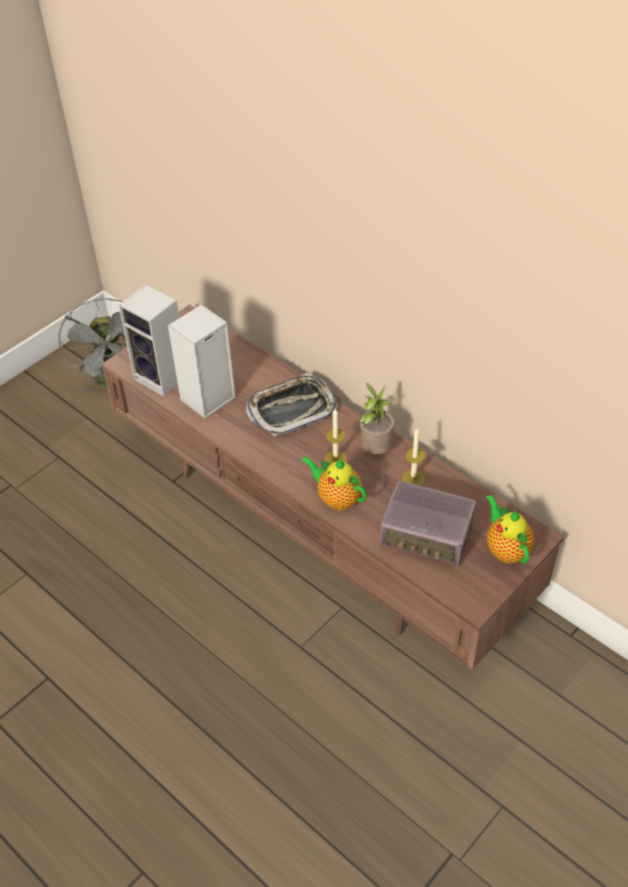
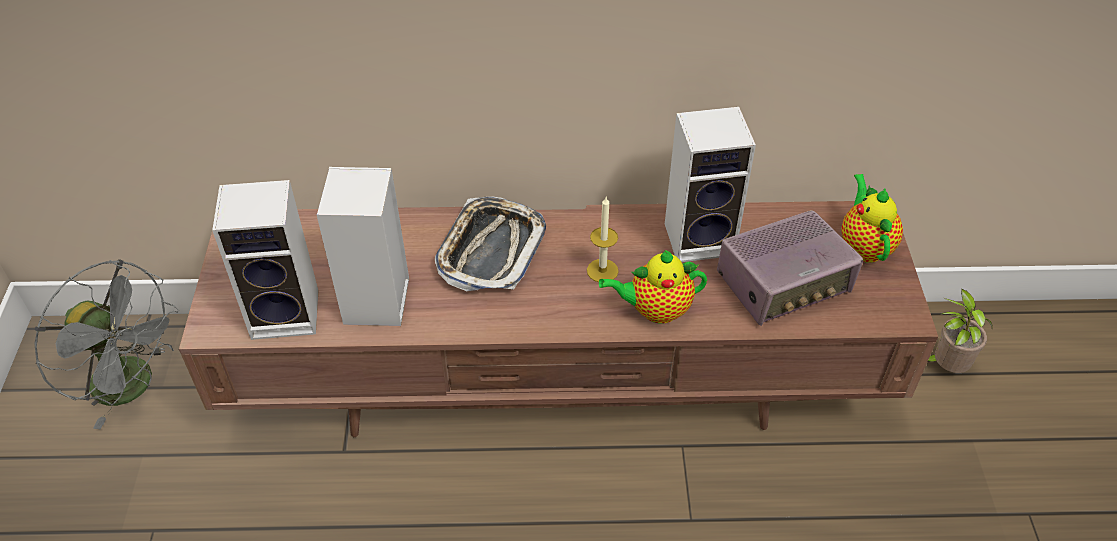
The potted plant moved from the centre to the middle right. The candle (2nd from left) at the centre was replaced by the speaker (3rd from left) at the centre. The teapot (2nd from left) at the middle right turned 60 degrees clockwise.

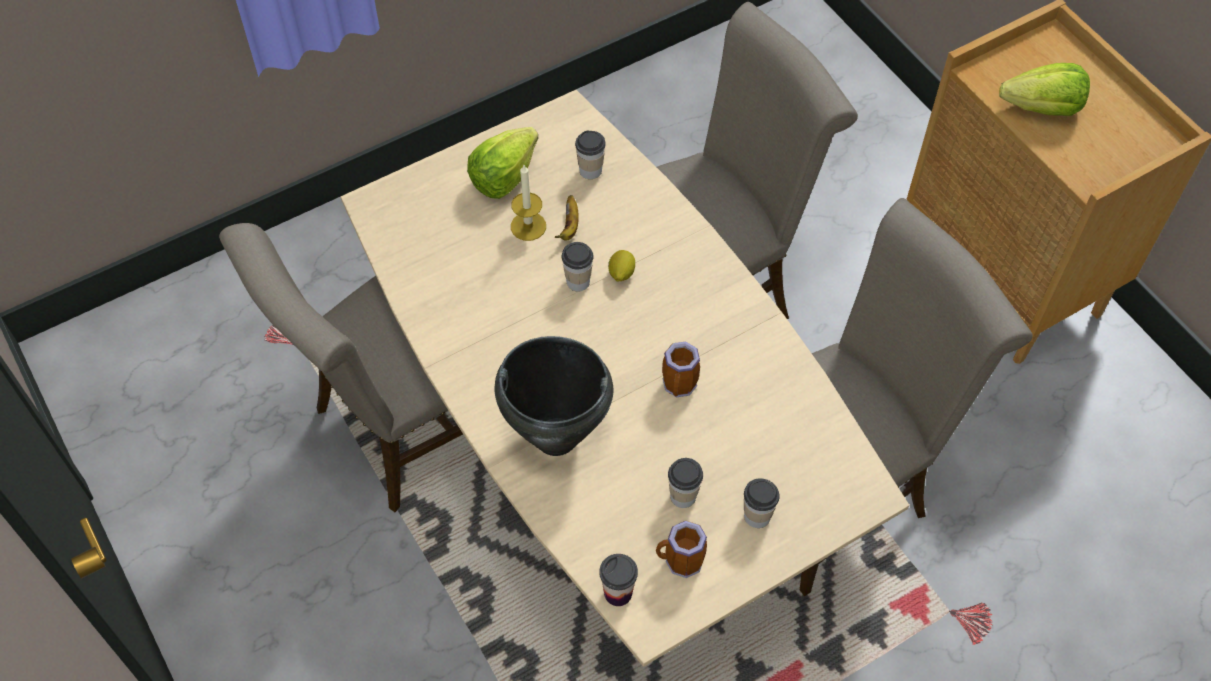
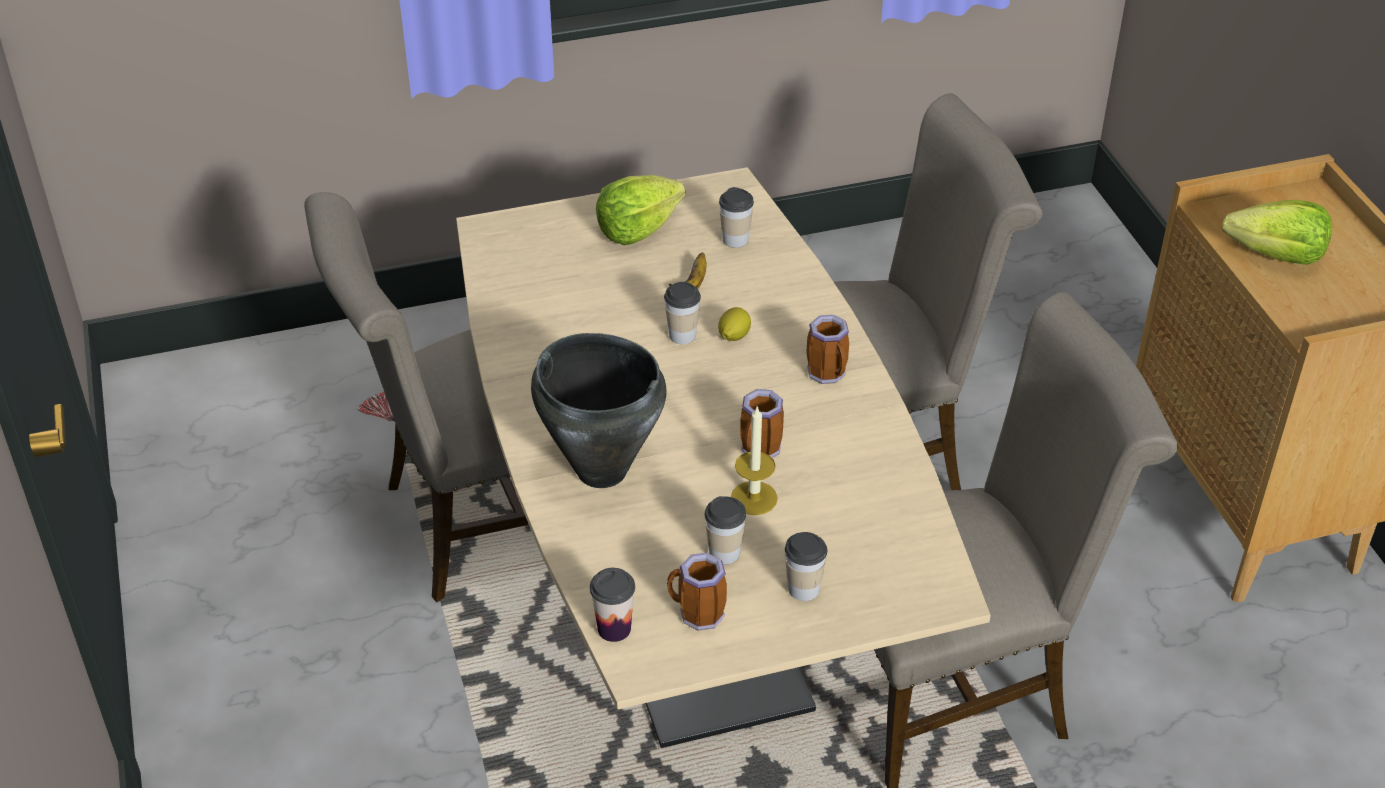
The mug (3rd from left) at the centre appeared. The candle moved from the top centre to the centre.

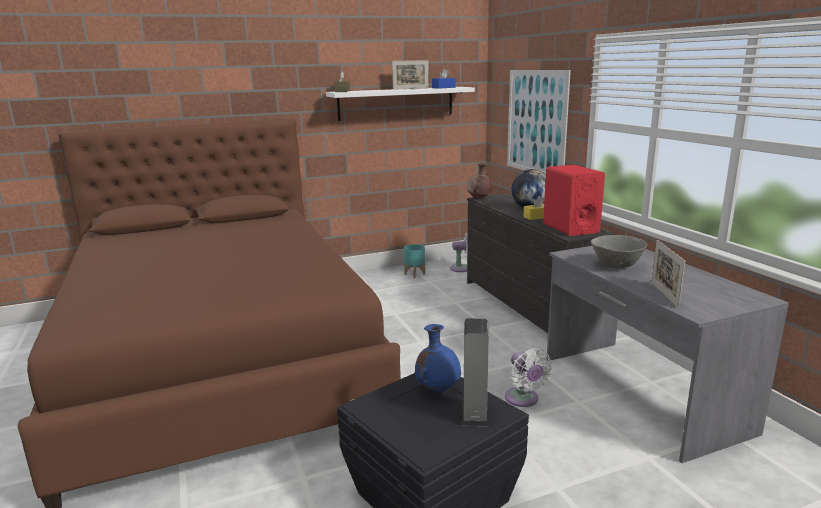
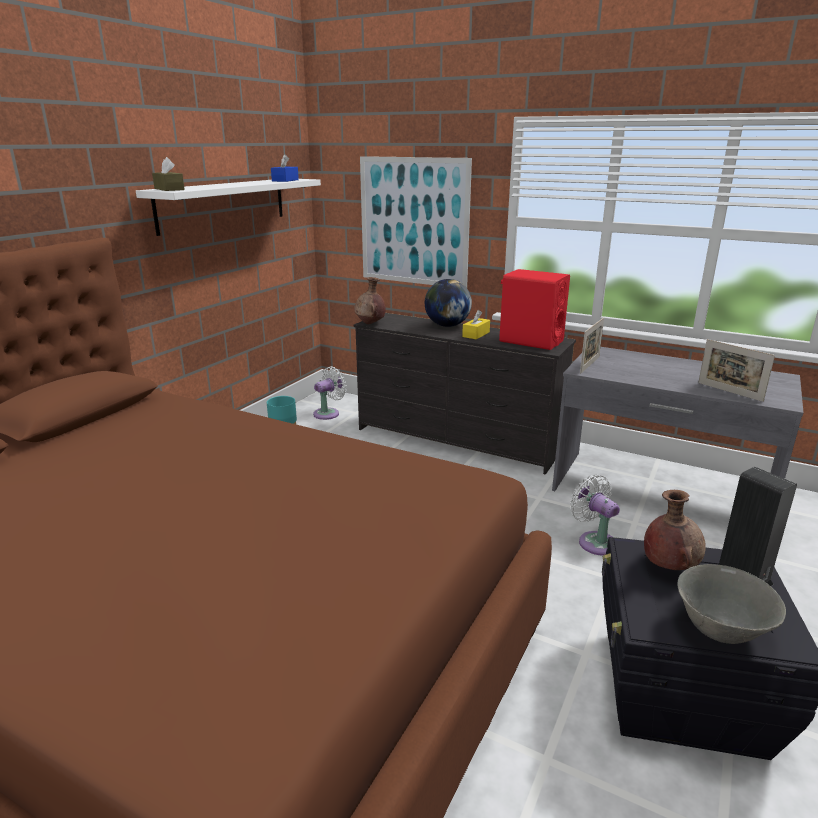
The picture frame (1st from left) moved from the top centre to the middle right. The bowl in grey moved from the middle right to the bottom right. The vase in blue at the bottom centre became the vase in brown (2nd from left) at the middle right. The fan in white (2nd from left) at the bottom centre turned 150 degrees counterclockwise.

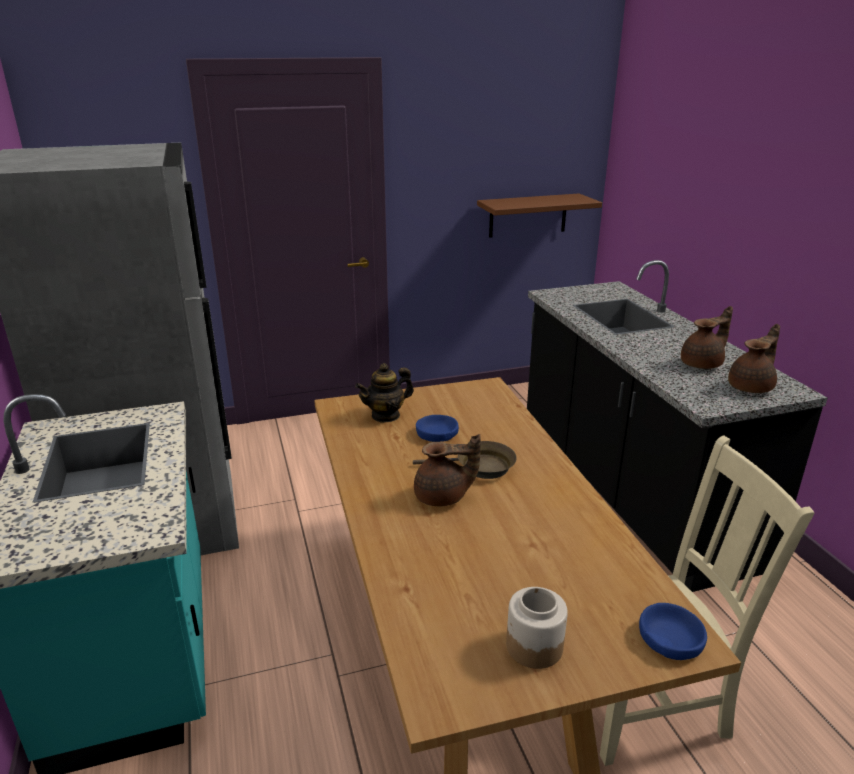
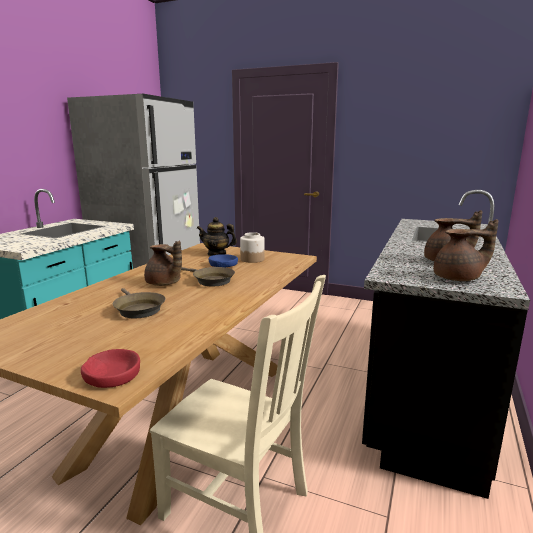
The shelf in brown at the top centre disappeared. The frying pan in brown (1st from left) at the middle left appeared. The jar moved from the bottom centre to the centre. The bowl in blue (2nd from left) at the bottom right became the bowl in red at the bottom left.

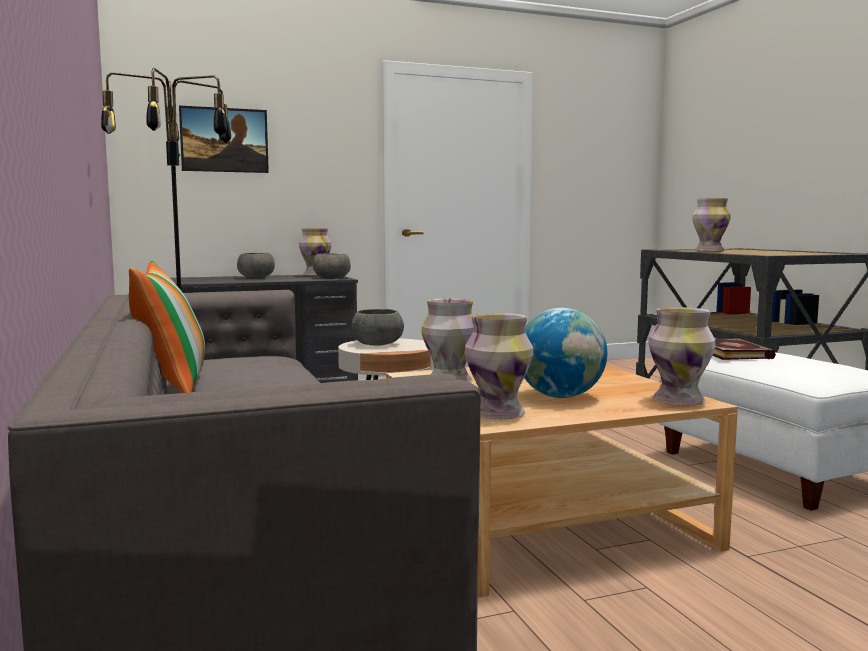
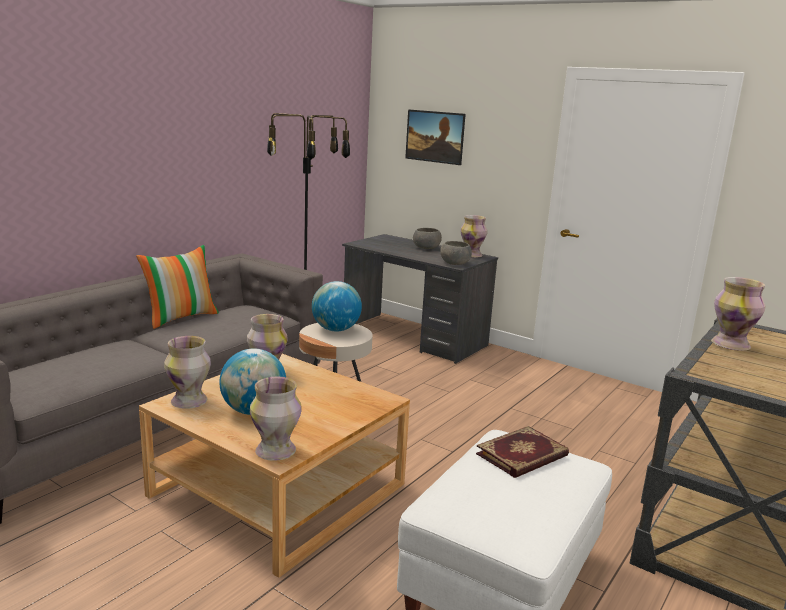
The bowl in grey (3rd from left) at the centre was replaced by the globe (2nd from left) at the centre.

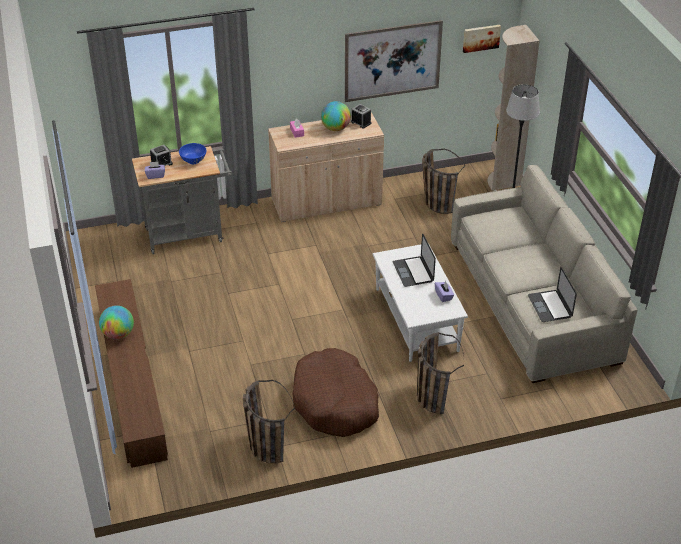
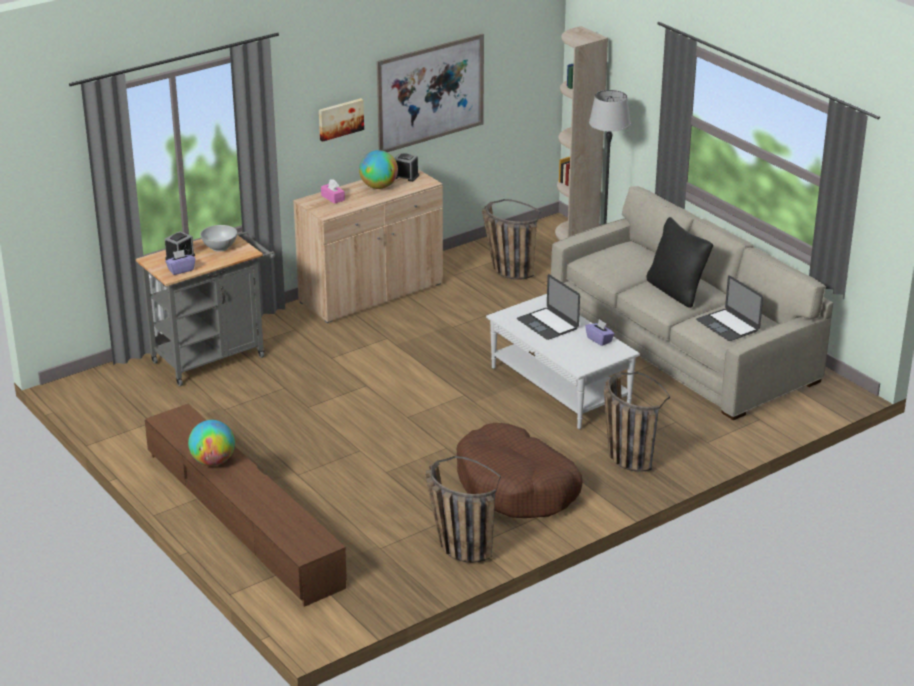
The pillow in black at the middle right appeared. The picture (2nd from left in the first image) moved from the top right to the top centre. The bowl in blue at the top left became the bowl in white at the middle left.

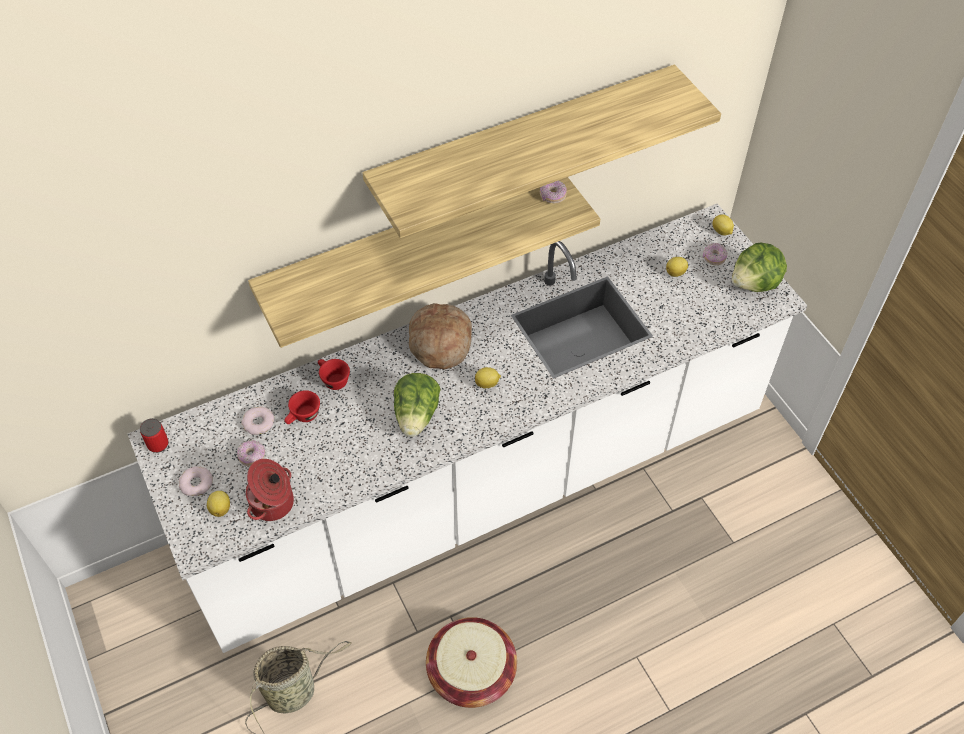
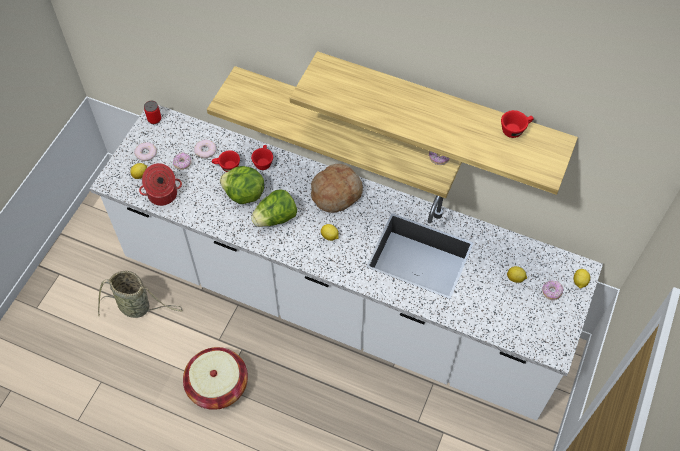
The cup in red (3rd from left) at the top right appeared. The lettuce (2nd from left in the first image) moved from the middle right to the centre.

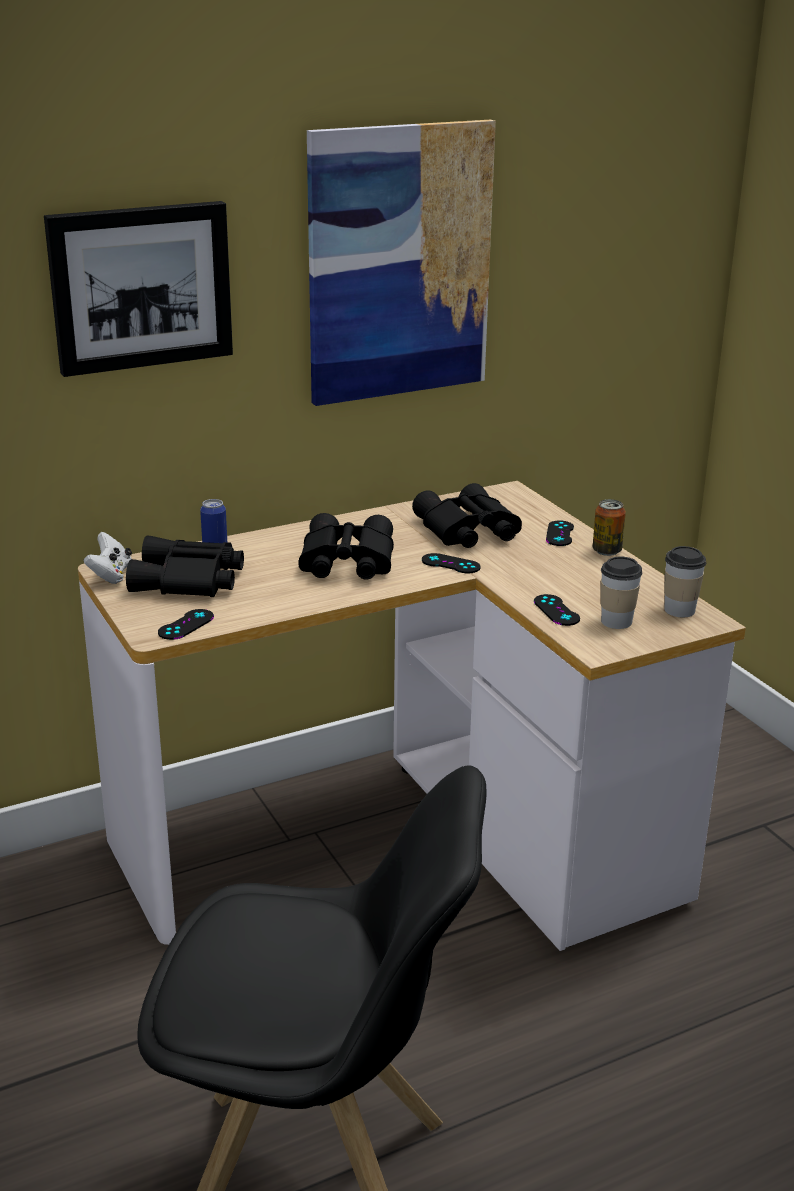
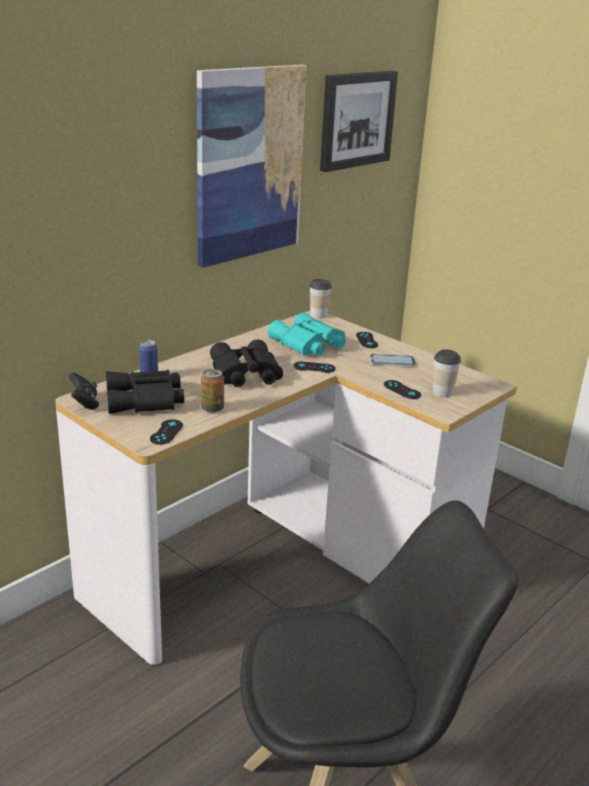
The phone at the centre appeared. The picture (1st from left in the first image) moved from the top left to the top centre. The can (2nd from left) moved from the middle right to the centre. The cup (2nd from left in the first image) moved from the middle right to the centre. The game controller in white at the middle left became the game controller in black (1st from left) at the middle left. The binoculars in black (3rd from left) at the centre became the binoculars in turquoise at the centre.

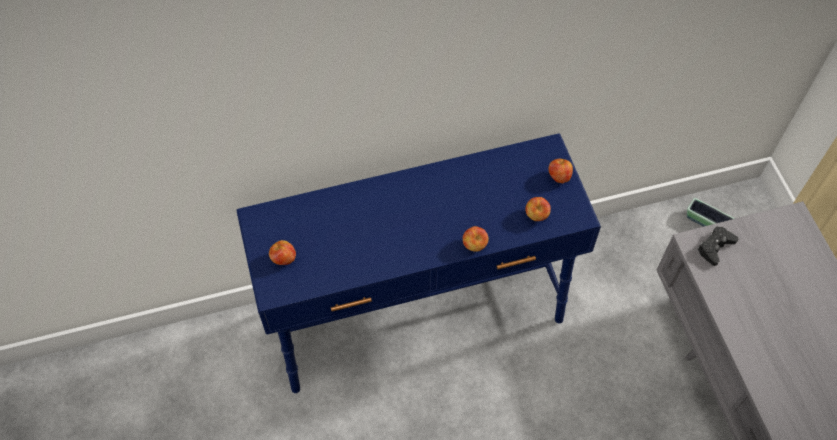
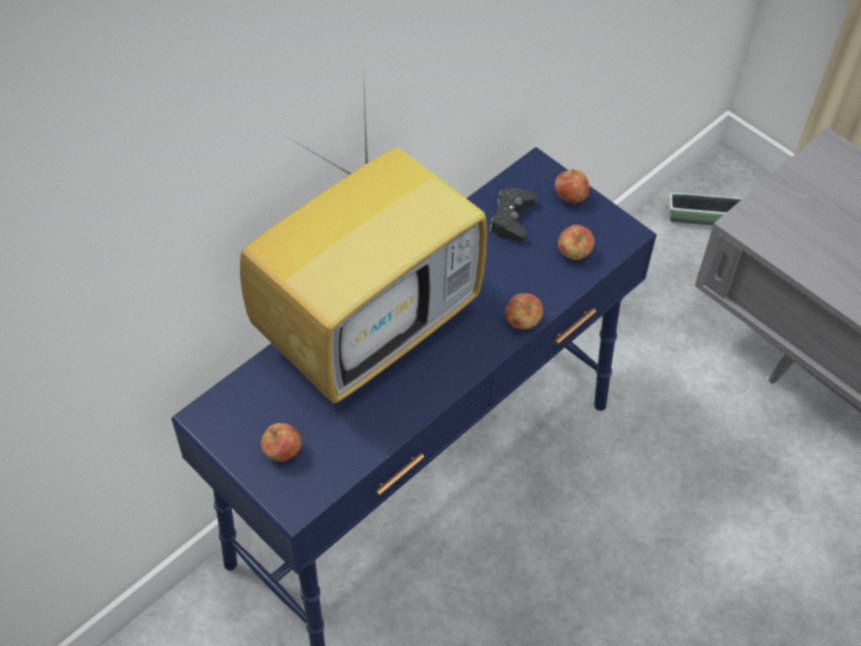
The television at the centre appeared. The game controller in black moved from the middle right to the top centre.

